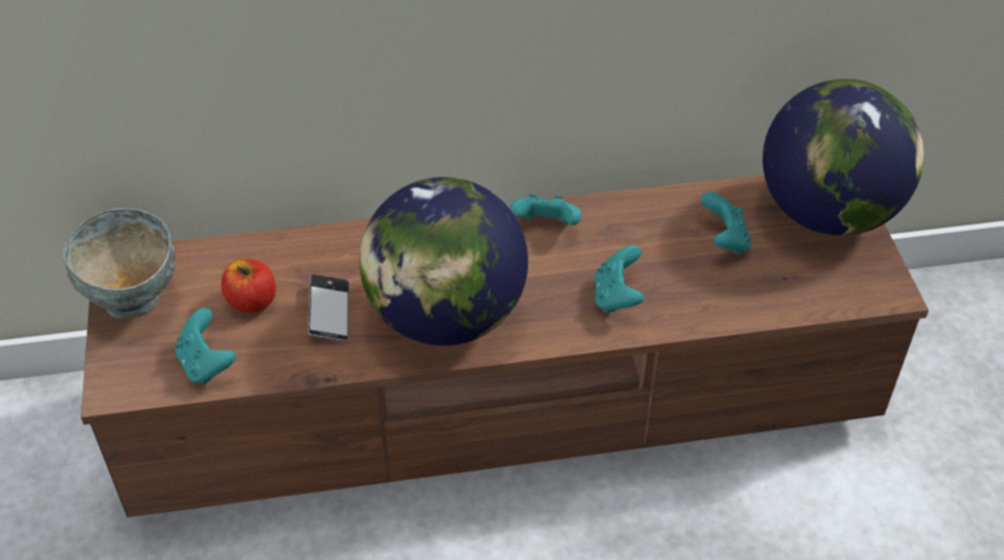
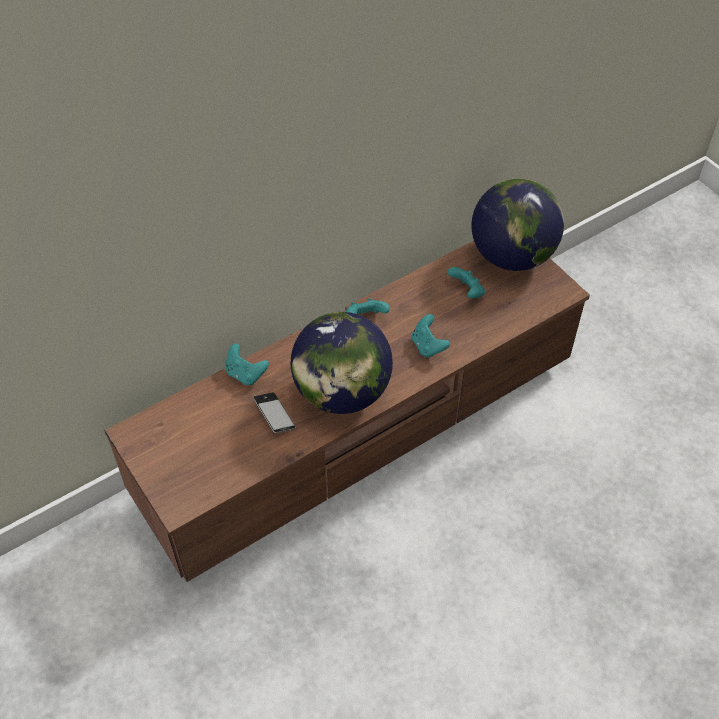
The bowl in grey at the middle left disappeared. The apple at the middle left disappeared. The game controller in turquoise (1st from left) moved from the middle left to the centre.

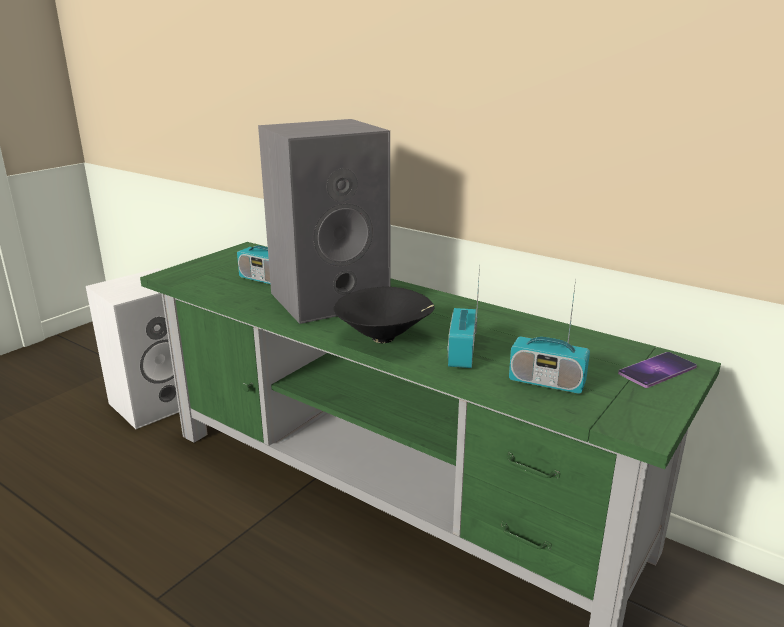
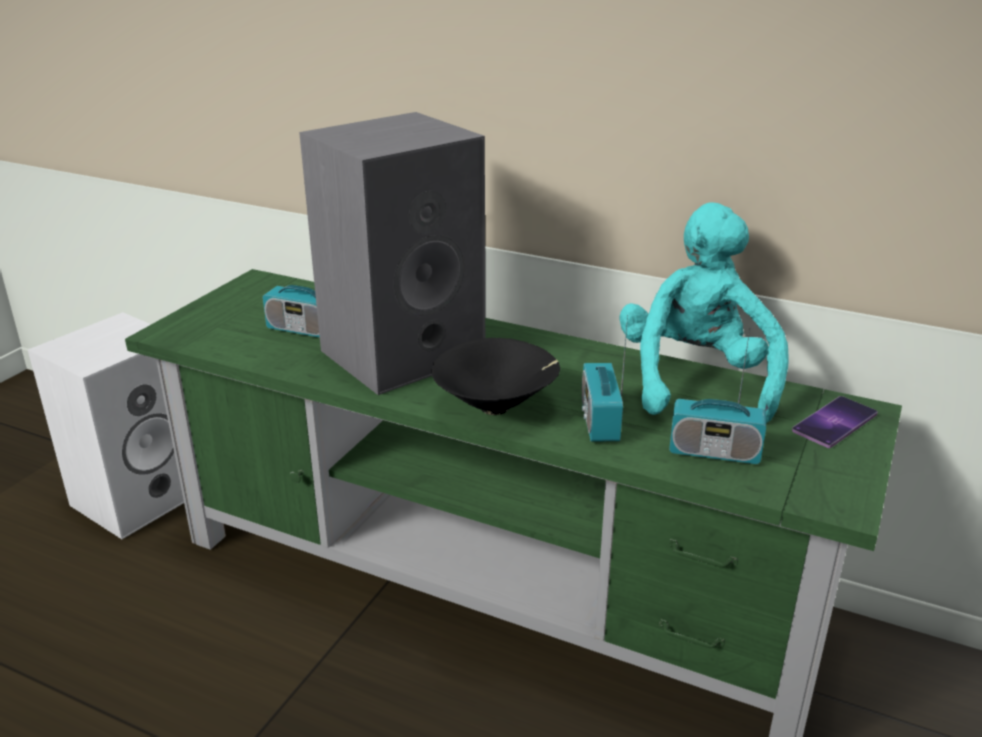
The plush toy in turquoise at the middle right appeared.

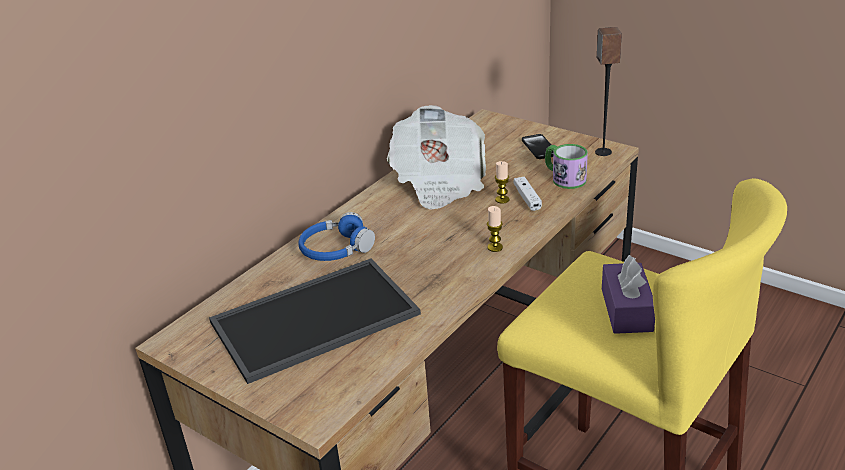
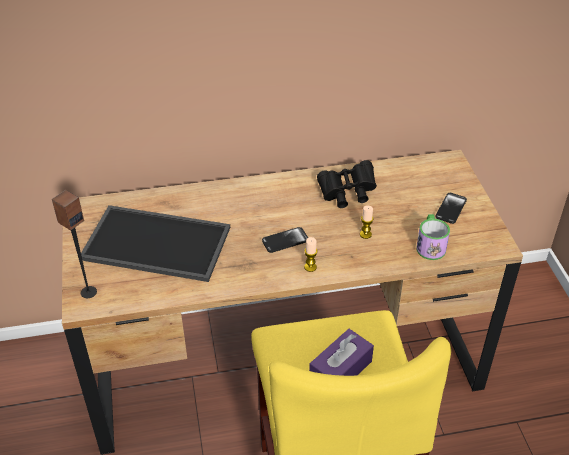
The headphones in blue at the centre disappeared. The game controller in white at the centre disappeared. The phone (1st from left) at the centre appeared. The speaker moved from the top right to the middle left. The newspaper at the centre was replaced by the binoculars in black at the centre.

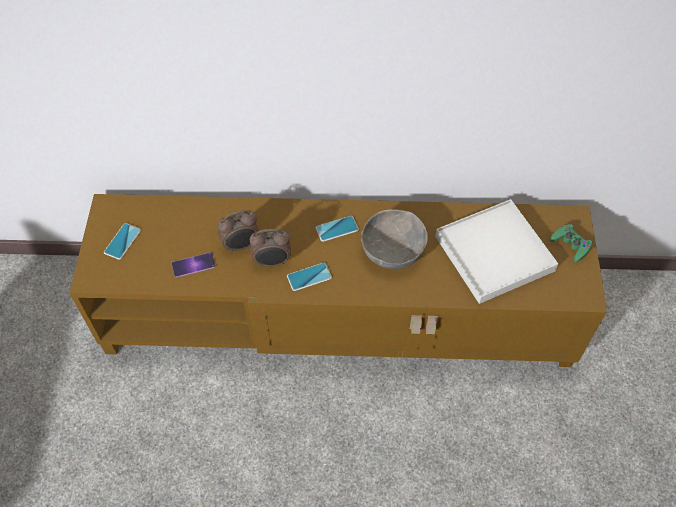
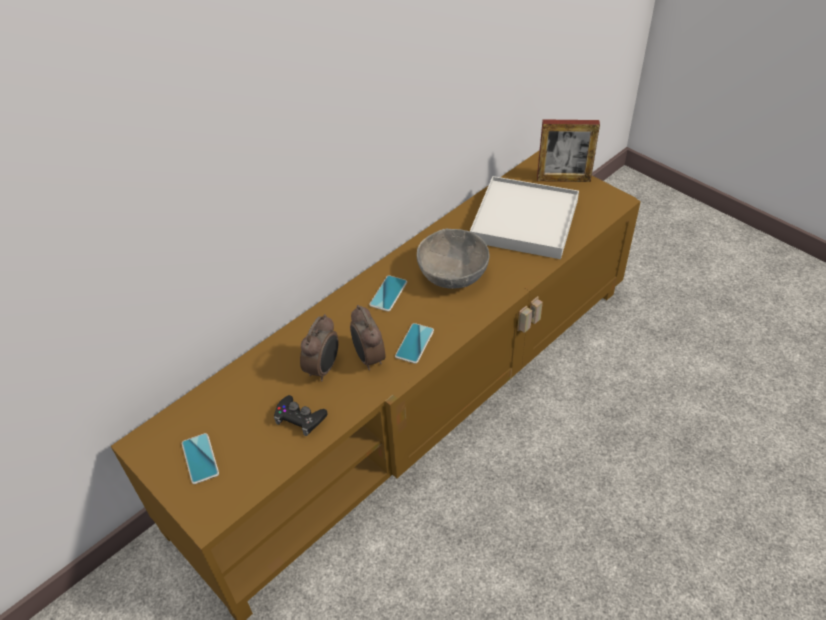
The phone (2nd from left) at the middle left was replaced by the game controller in black at the bottom centre. The game controller in green at the middle right was replaced by the picture frame at the top right. The alarm clock (2nd from left) at the centre turned 120 degrees clockwise.

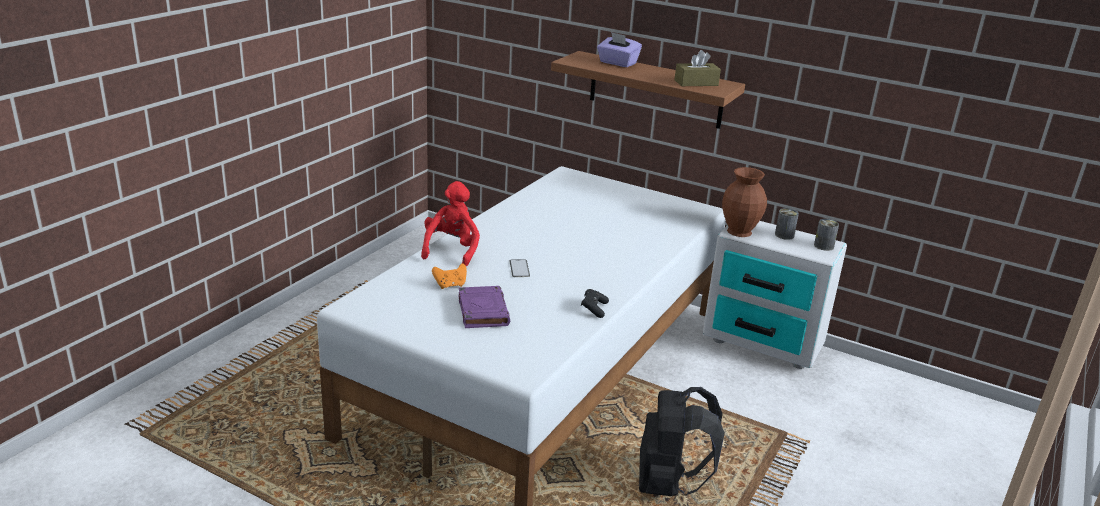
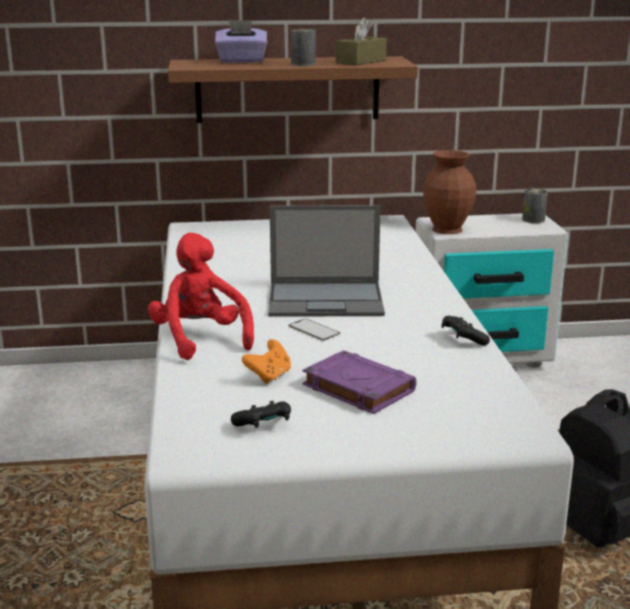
The game controller in black (1st from left) at the bottom centre appeared. The laptop at the centre appeared. The can (1st from left) moved from the middle right to the top centre.

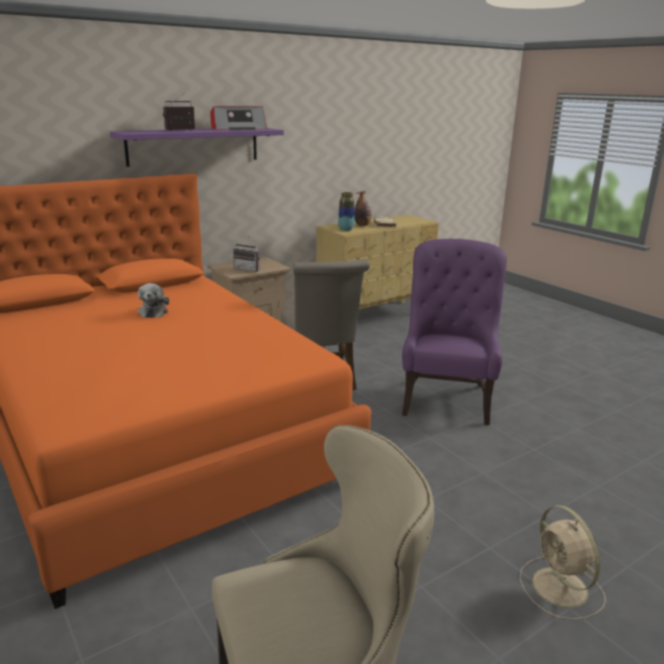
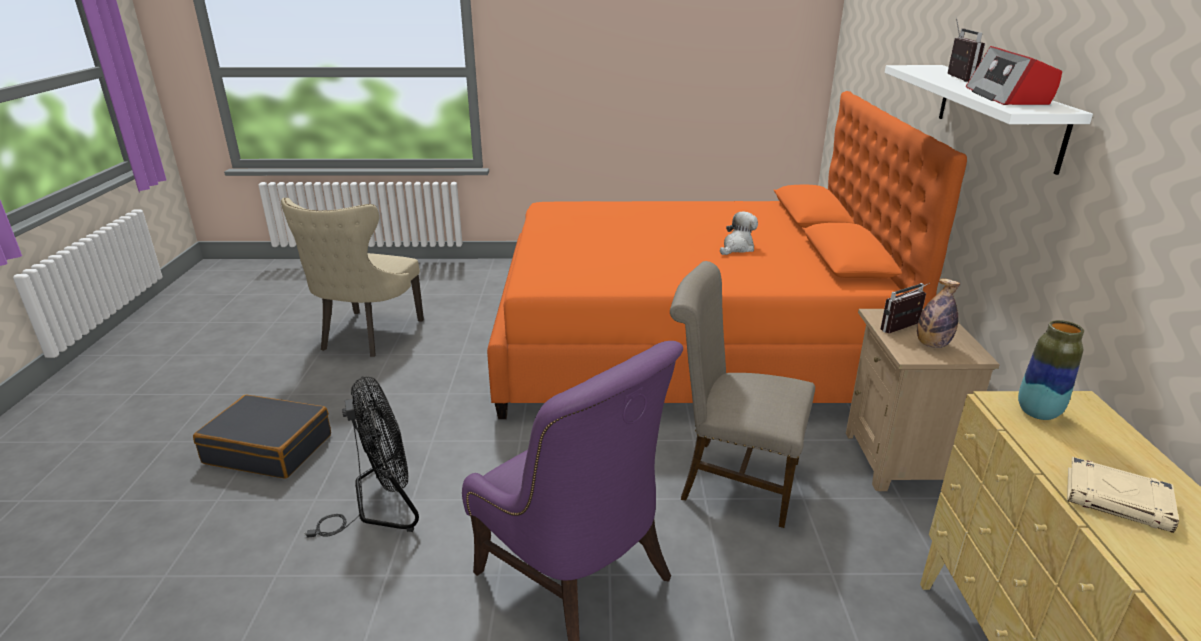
The fan in black at the bottom left appeared. The bottle moved from the top centre to the middle right. The fan in beige at the bottom right was replaced by the suitcase in black at the bottom left. The shelf in purple at the top left became the shelf in white at the top right. The plush toy at the middle left turned 105 degrees clockwise.

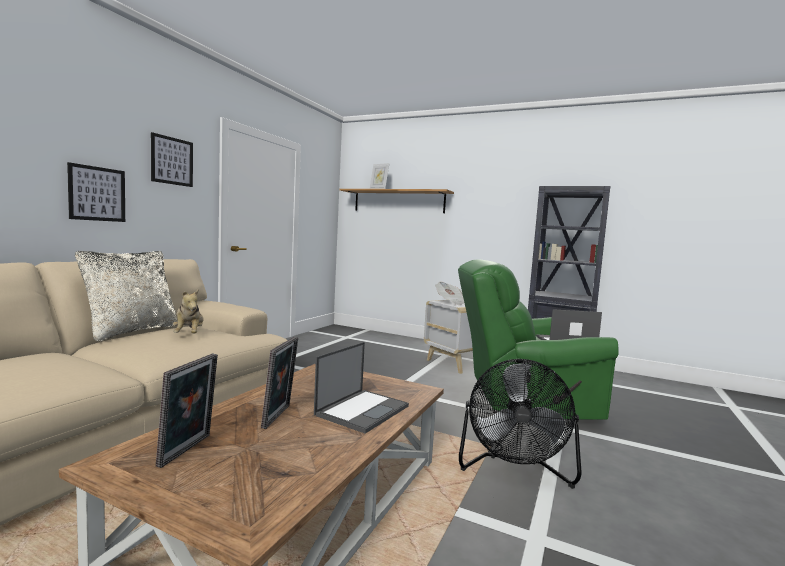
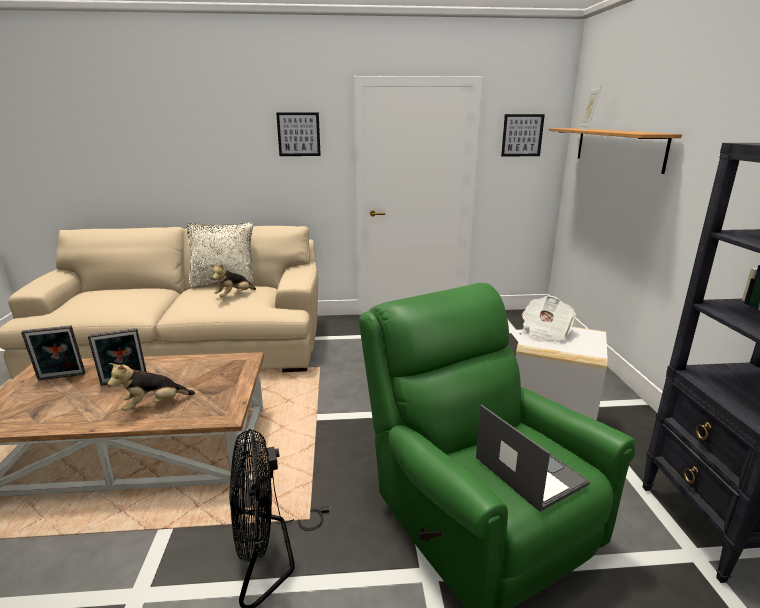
The picture (1st from left in the first image) moved from the middle left to the top right. The laptop (1st from left) at the bottom centre was replaced by the plush toy (1st from left) at the middle left.

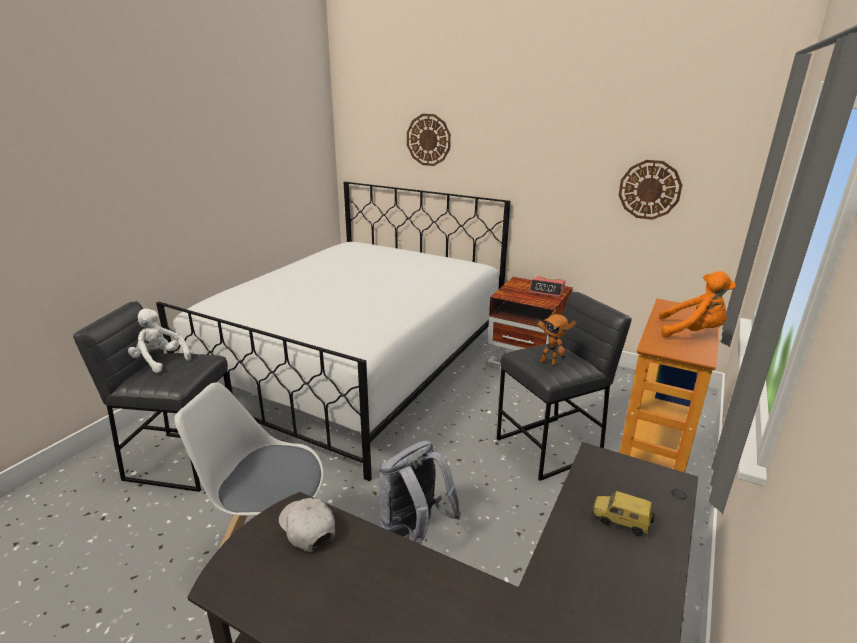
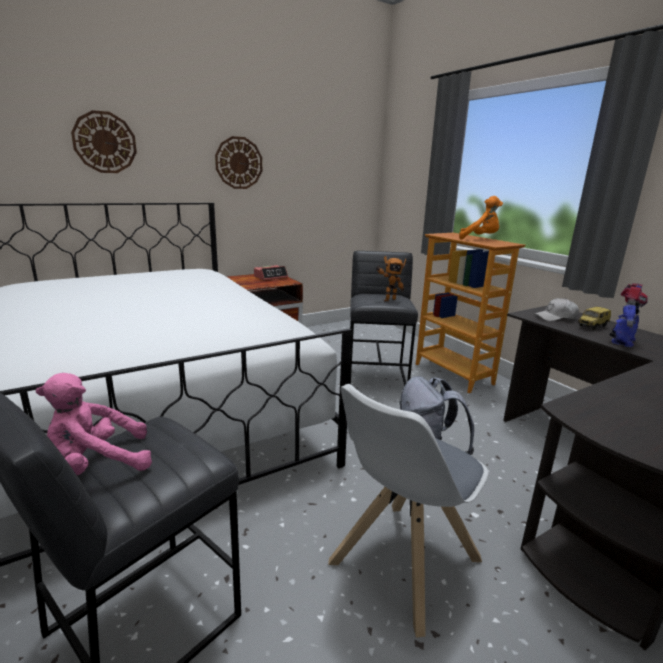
The toy robot (2nd from left) at the middle right appeared. The cap in white moved from the bottom centre to the middle right. The wall clock (2nd from left) moved from the top right to the top centre. The plush toy in white at the middle left became the plush toy in pink at the middle left. The plush toy in orange at the middle right turned 60 degrees clockwise.

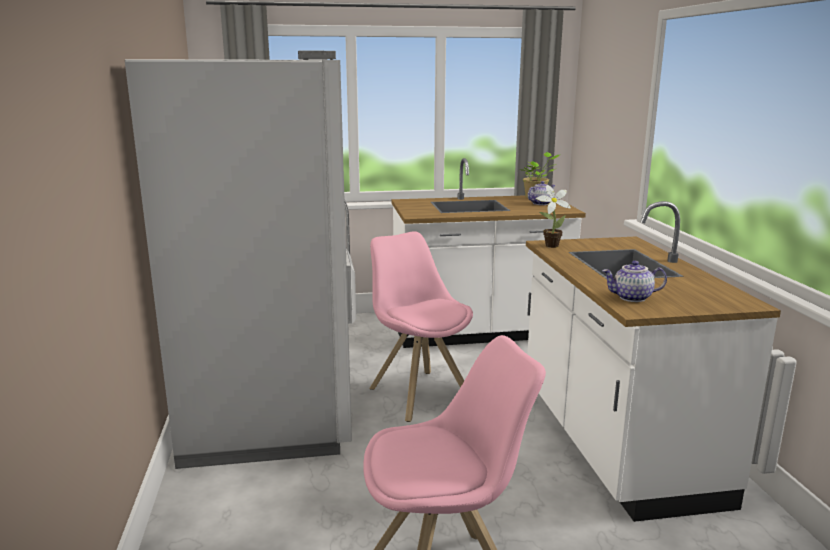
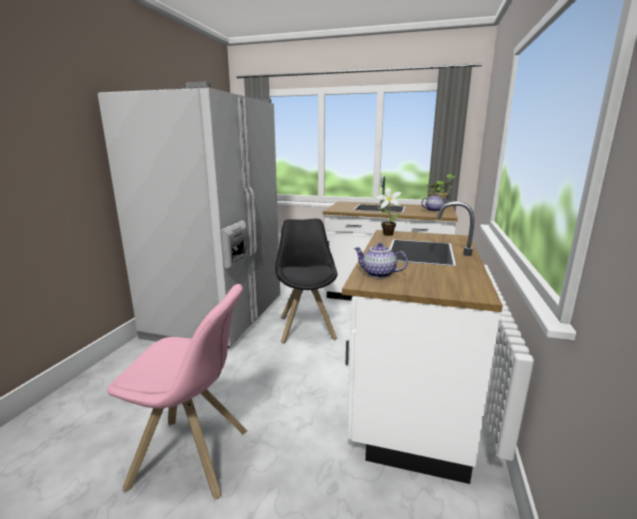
The chair in pink (1st from left) at the centre became the chair in black at the centre.

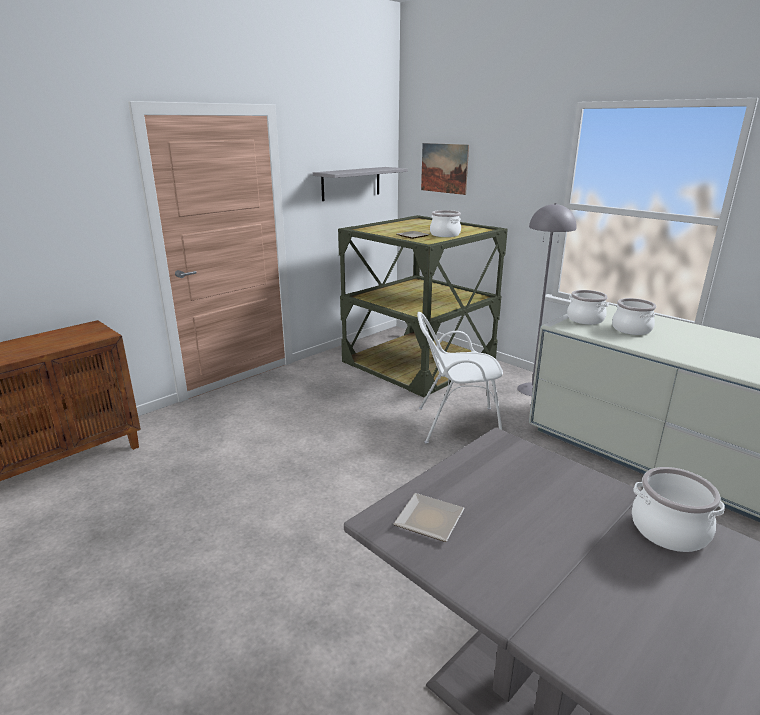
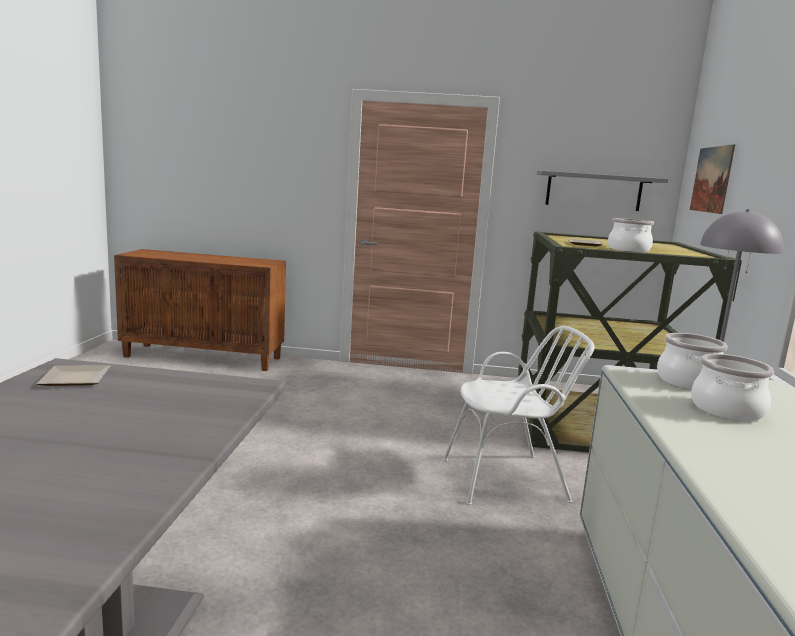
The cooking pot (4th from left) at the bottom right disappeared. The chair in white at the centre turned 120 degrees clockwise.

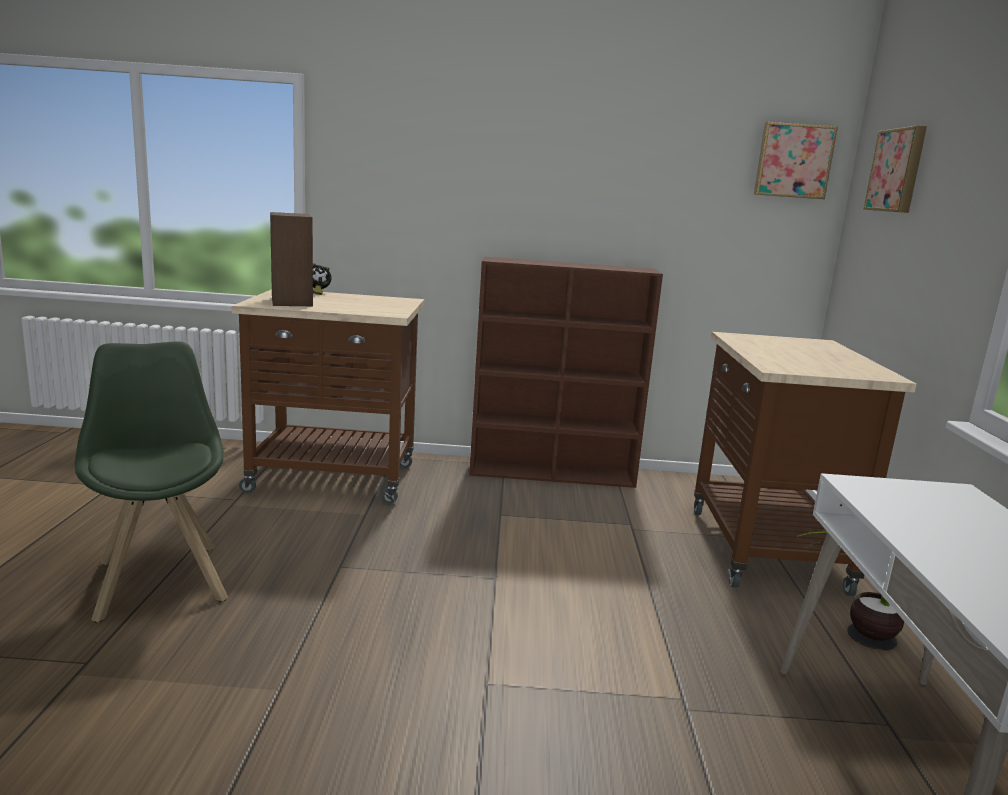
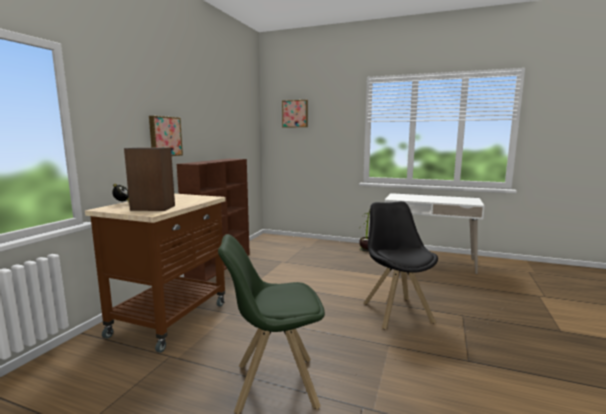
The cart in brown (2nd from left) at the middle right disappeared. The chair in black at the centre appeared. The picture (1st from left) moved from the top right to the top left.

